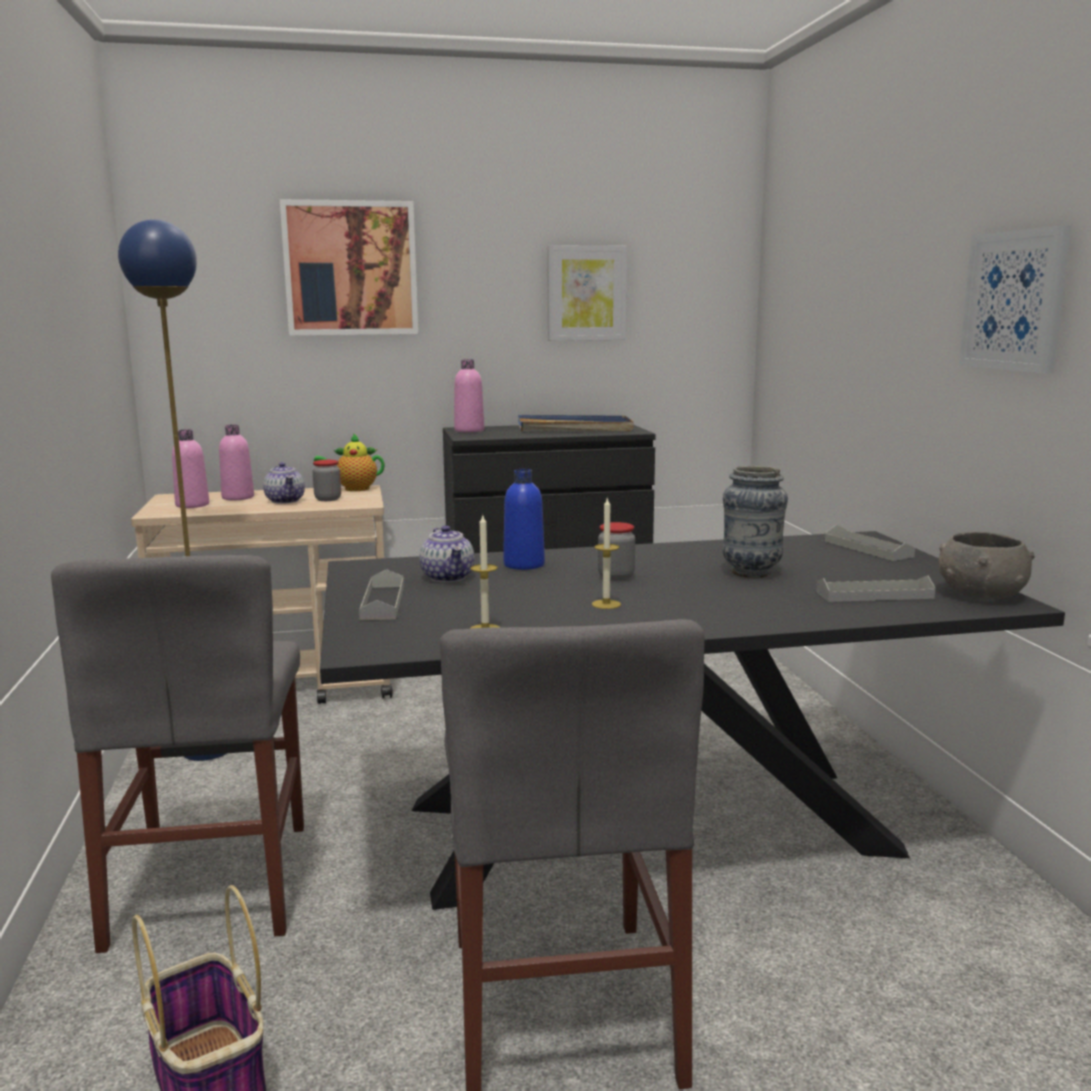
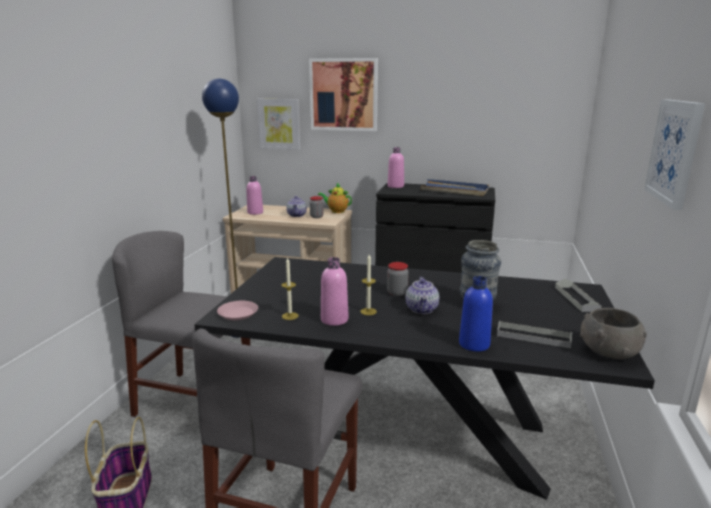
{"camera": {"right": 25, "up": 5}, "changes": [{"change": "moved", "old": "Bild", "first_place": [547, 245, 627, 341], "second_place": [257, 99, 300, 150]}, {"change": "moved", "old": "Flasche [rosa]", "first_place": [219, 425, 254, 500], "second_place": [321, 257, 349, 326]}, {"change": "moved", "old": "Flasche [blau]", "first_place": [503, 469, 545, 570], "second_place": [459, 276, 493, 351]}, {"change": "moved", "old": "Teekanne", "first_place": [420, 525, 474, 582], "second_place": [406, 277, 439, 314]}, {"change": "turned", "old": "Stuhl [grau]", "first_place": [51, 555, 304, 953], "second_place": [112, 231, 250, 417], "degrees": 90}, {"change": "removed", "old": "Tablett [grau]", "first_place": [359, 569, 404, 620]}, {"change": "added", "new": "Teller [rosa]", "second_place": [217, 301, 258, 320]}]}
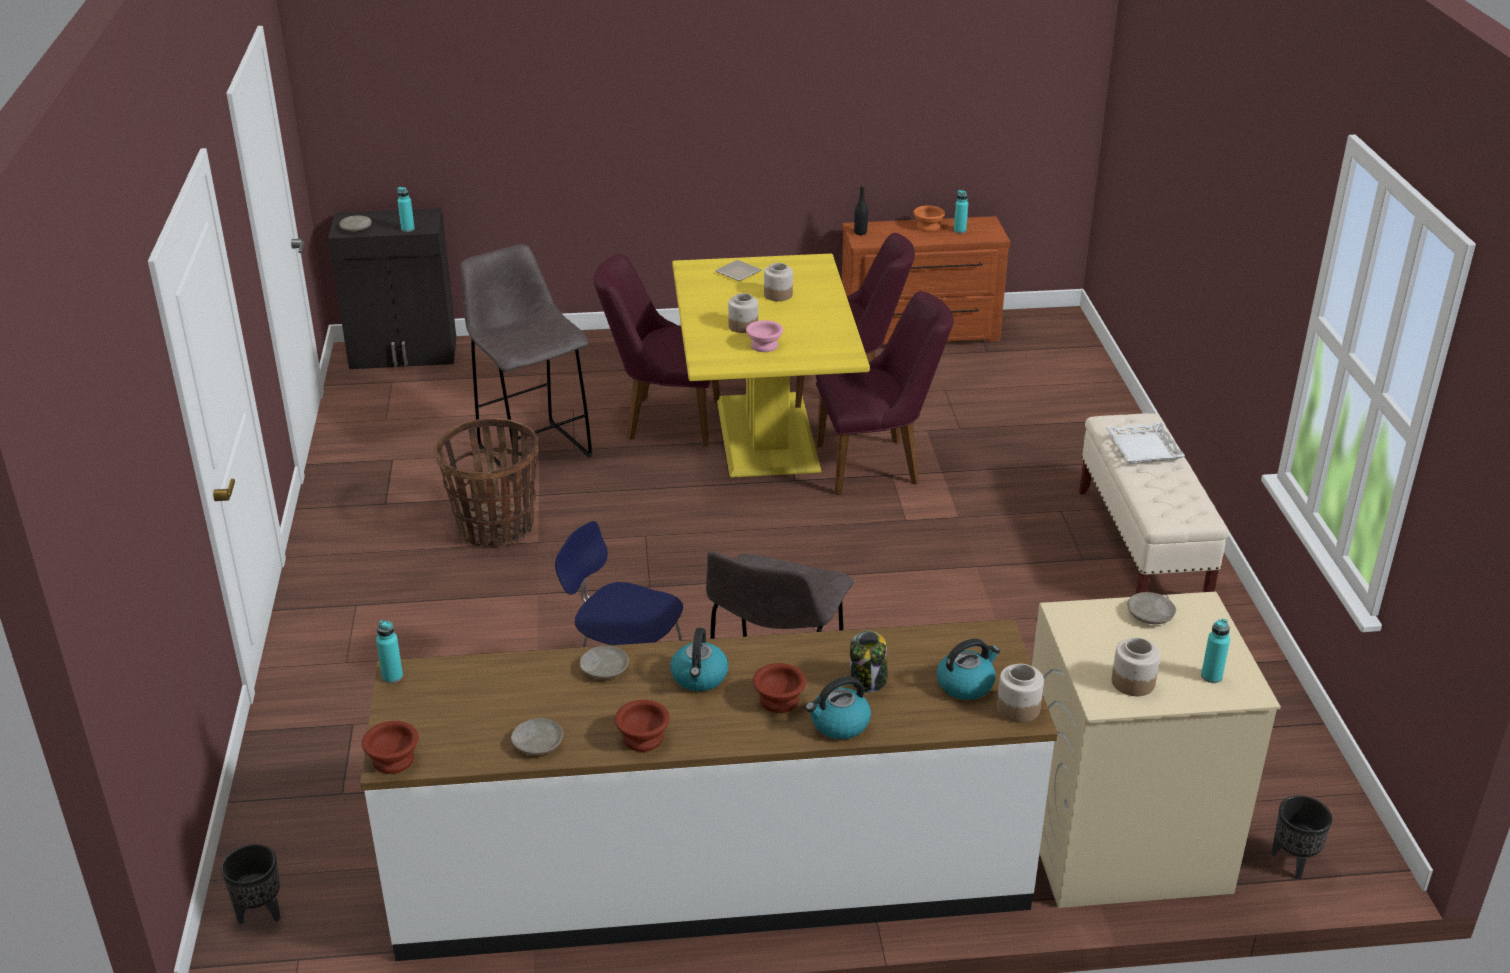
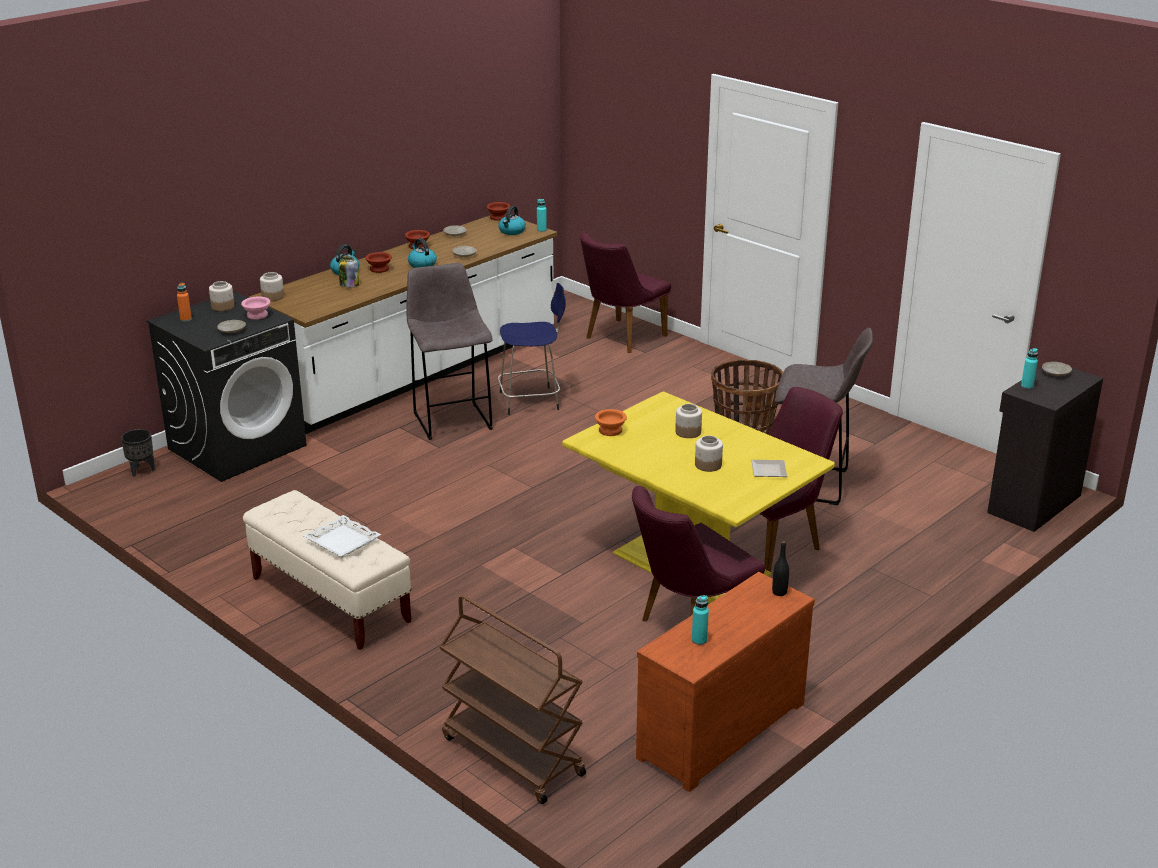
{"camera": {"right": 140, "up": -5}, "changes": [{"change": "moved", "old": "Schüssel [orange]", "first_place": [913, 205, 945, 232], "second_place": [595, 409, 627, 436]}, {"change": "moved", "old": "Stuhl [lila]", "first_place": [816, 291, 954, 495], "second_place": [580, 233, 671, 353]}, {"change": "moved", "old": "Schüssel [rosa]", "first_place": [746, 320, 783, 352], "second_place": [241, 297, 270, 320]}, {"change": "recoloured", "old": "Waschmaschine [beige]", "new": "Waschmaschine [schwarz]", "first_place": [1032, 592, 1281, 908], "second_place": [147, 291, 307, 482]}, {"change": "recoloured", "old": "Flasche [türkis]", "new": "Flasche [orange]", "first_place": [1201, 619, 1230, 683], "second_place": [177, 283, 192, 322]}, {"change": "moved", "old": "Wasserkessel", "first_place": [937, 638, 1000, 700], "second_place": [498, 206, 526, 235]}, {"change": "removed", "old": "Pflanzkübel [schwarz]", "first_place": [221, 844, 281, 925]}, {"change": "added", "new": "Rollwagen [braun]", "second_place": [439, 595, 586, 804]}]}
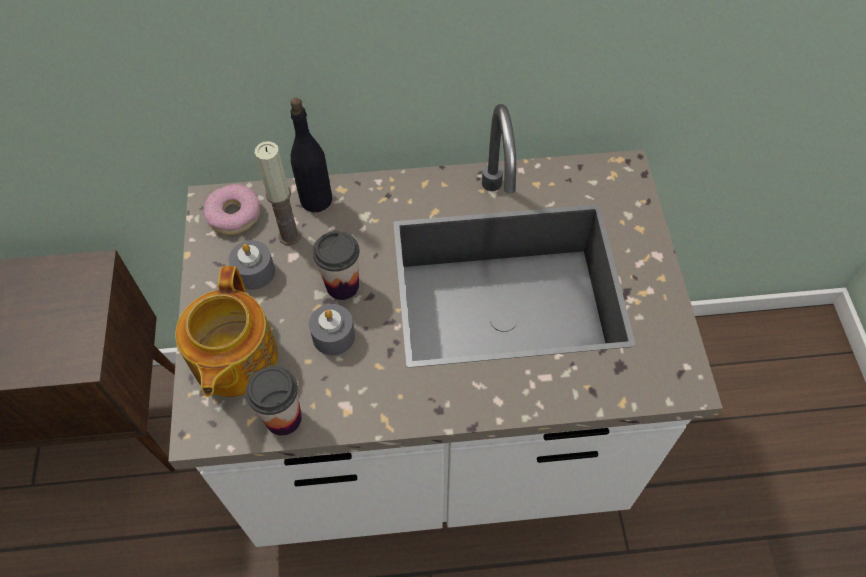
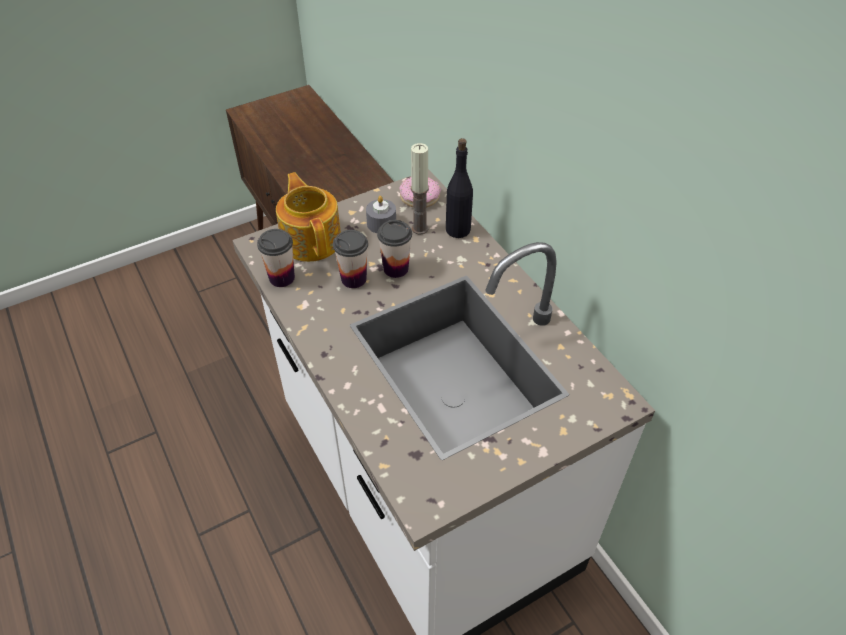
{"camera": {"right": 65, "up": -10}, "changes": [{"change": "turned", "old": "Teekanne", "first_place": [175, 266, 278, 397], "second_place": [276, 172, 341, 262], "degrees": 90}, {"change": "replaced", "old": "Kerze [grau]", "new": "Tasse", "first_place": [309, 304, 355, 355], "second_place": [333, 230, 368, 288]}]}
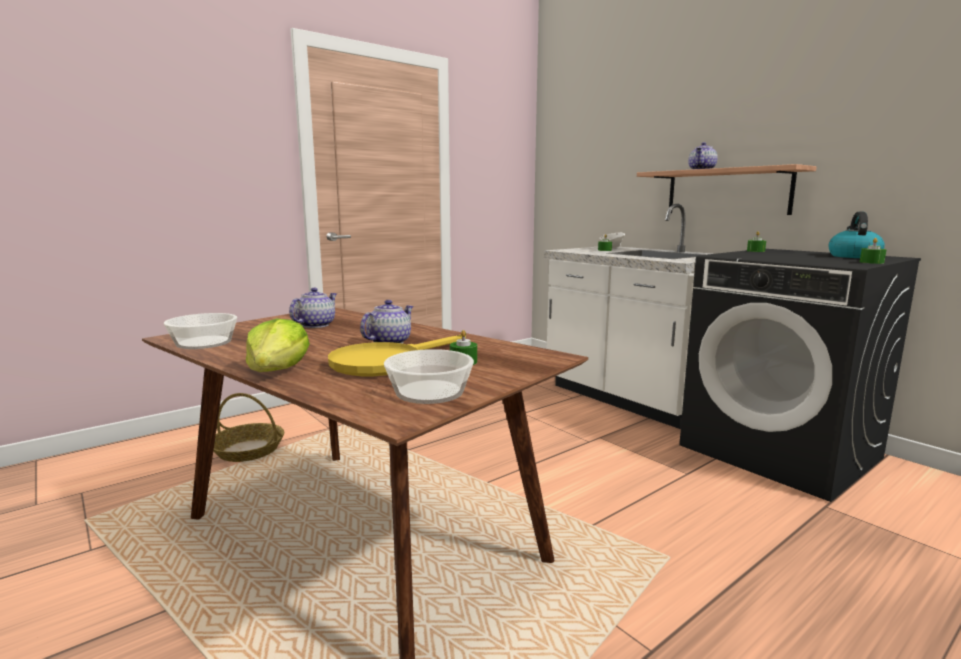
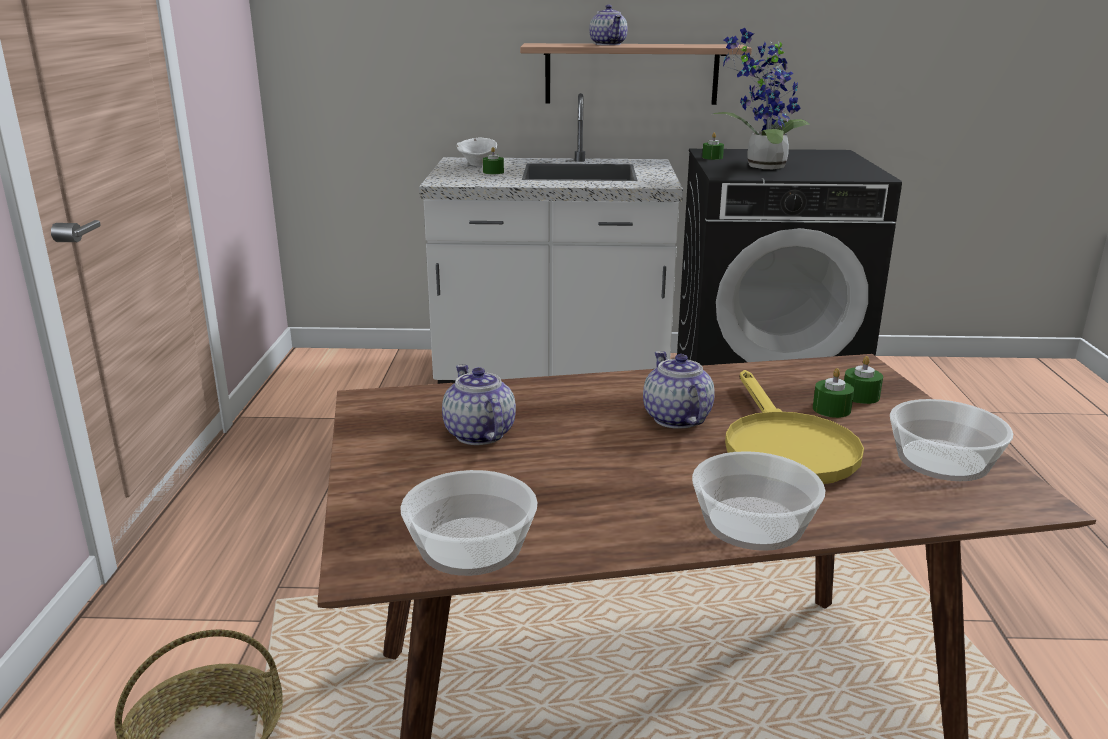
{"camera": {"right": -50, "up": 10}, "changes": [{"change": "removed", "old": "Wasserkessel", "first_place": [828, 212, 885, 258]}, {"change": "moved", "old": "Kerze [grün]", "first_place": [860, 238, 886, 264], "second_place": [844, 356, 883, 404]}, {"change": "replaced", "old": "Salatkopf", "new": "Schüssel", "first_place": [246, 318, 310, 372], "second_place": [692, 451, 825, 551]}, {"change": "added", "new": "Topfpflanze", "second_place": [711, 28, 809, 169]}]}
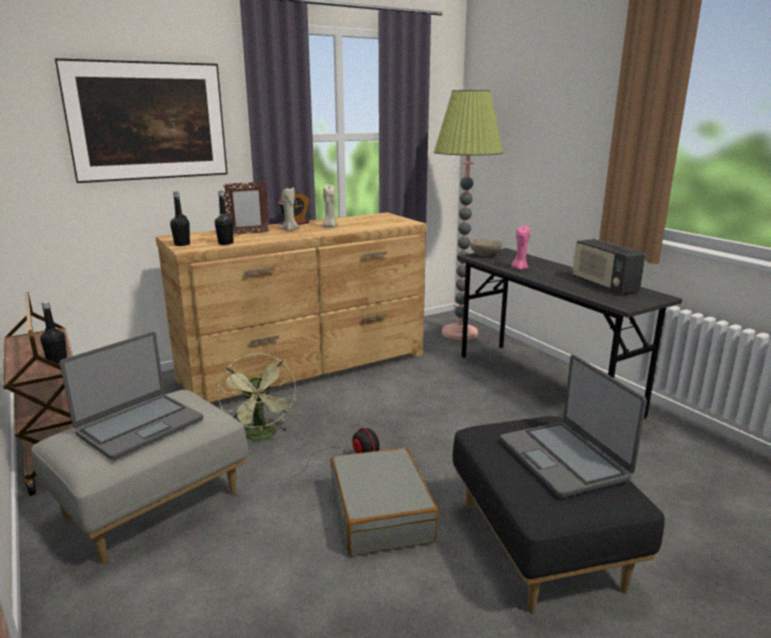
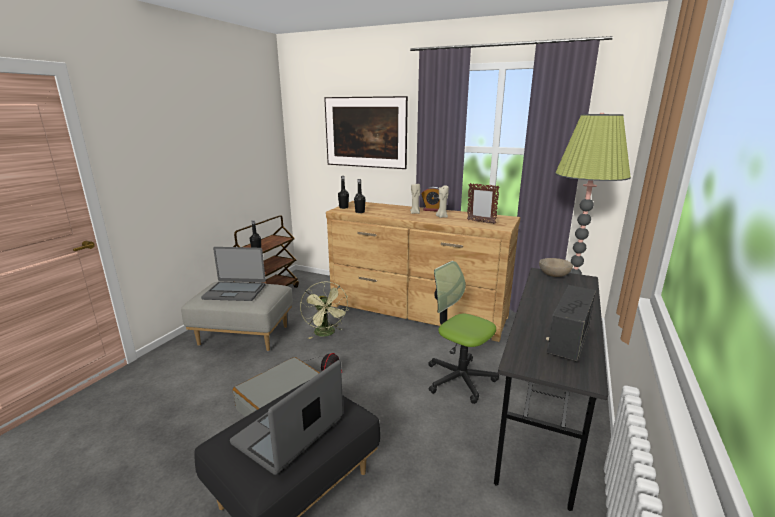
{"camera": {"right": 55, "up": 0}, "changes": [{"change": "moved", "old": "Bilderrahmen", "first_place": [223, 181, 269, 234], "second_place": [467, 183, 500, 224]}, {"change": "removed", "old": "Kerze [rosa]", "first_place": [511, 225, 530, 270]}, {"change": "turned", "old": "Ventilator [grün]", "first_place": [217, 353, 296, 440], "second_place": [300, 281, 349, 339], "degrees": -60}, {"change": "added", "new": "Bürostuhl", "second_place": [428, 261, 499, 404]}]}
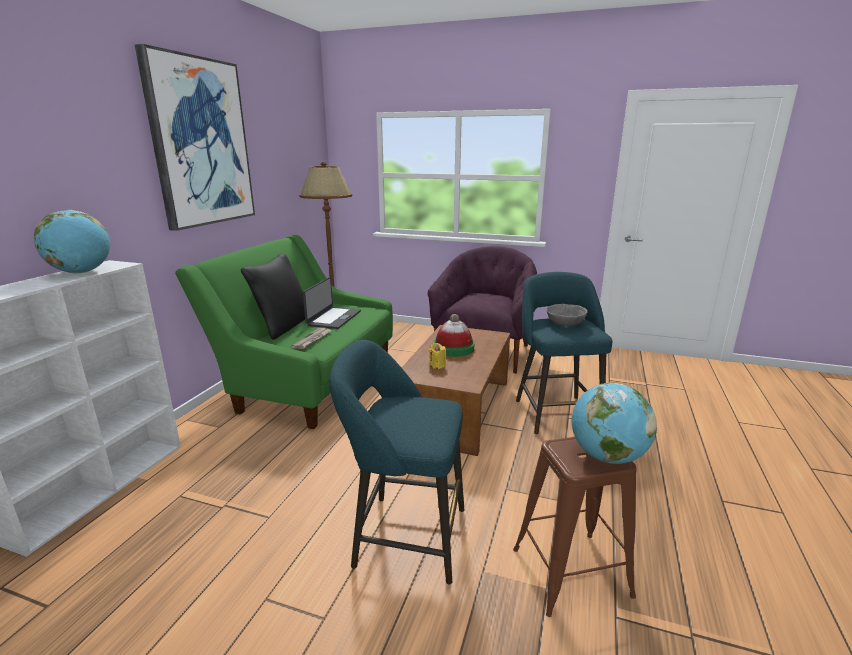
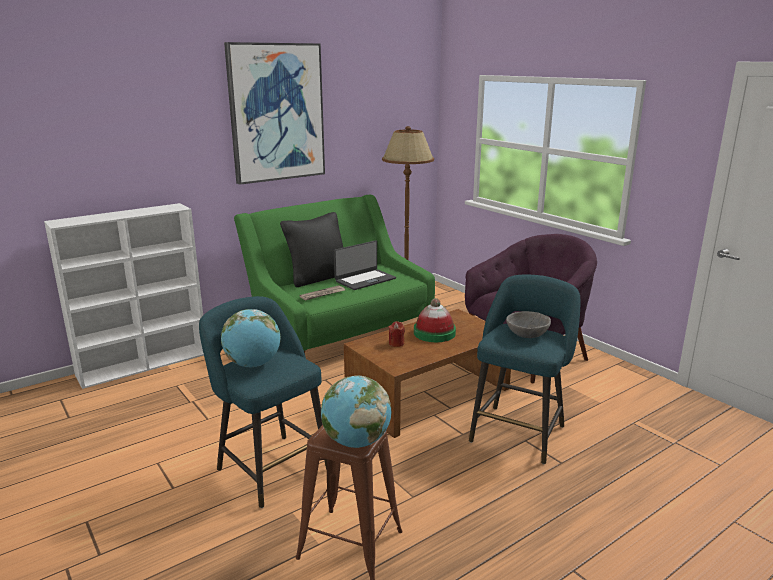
{"camera": {"right": 35, "up": 0}, "changes": [{"change": "moved", "old": "Globus", "first_place": [34, 210, 110, 274], "second_place": [221, 309, 281, 367]}, {"change": "recoloured", "old": "Kerze [gelb]", "new": "Kerze [rot]", "first_place": [429, 343, 446, 369], "second_place": [389, 321, 405, 347]}]}
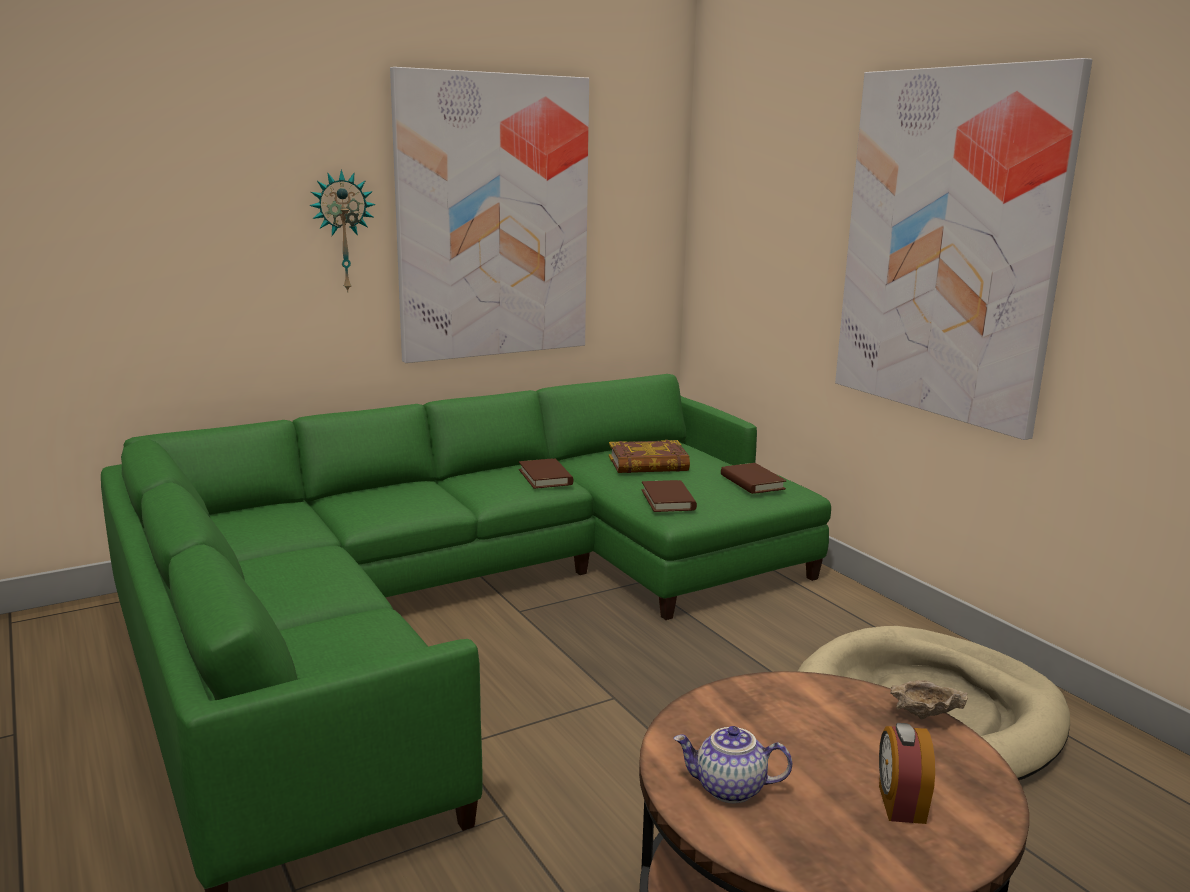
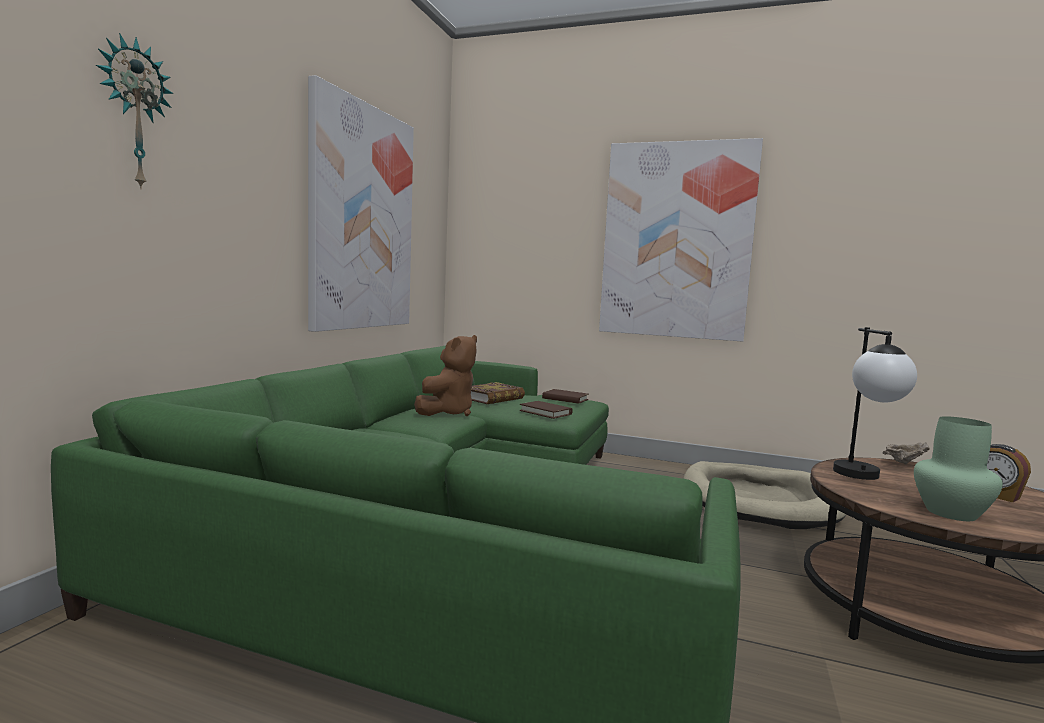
{"camera": {"right": -40, "up": -10}, "changes": [{"change": "moved", "old": "Wanduhr", "first_place": [309, 170, 376, 293], "second_place": [96, 33, 174, 189]}, {"change": "replaced", "old": "Buch [braun]", "new": "Plüschtier [braun]", "first_place": [519, 459, 574, 489], "second_place": [414, 335, 477, 416]}, {"change": "replaced", "old": "Teekanne", "new": "Vase [grün]", "first_place": [673, 726, 792, 803], "second_place": [914, 416, 1003, 521]}, {"change": "added", "new": "Tischlampe", "second_place": [833, 327, 917, 480]}]}
